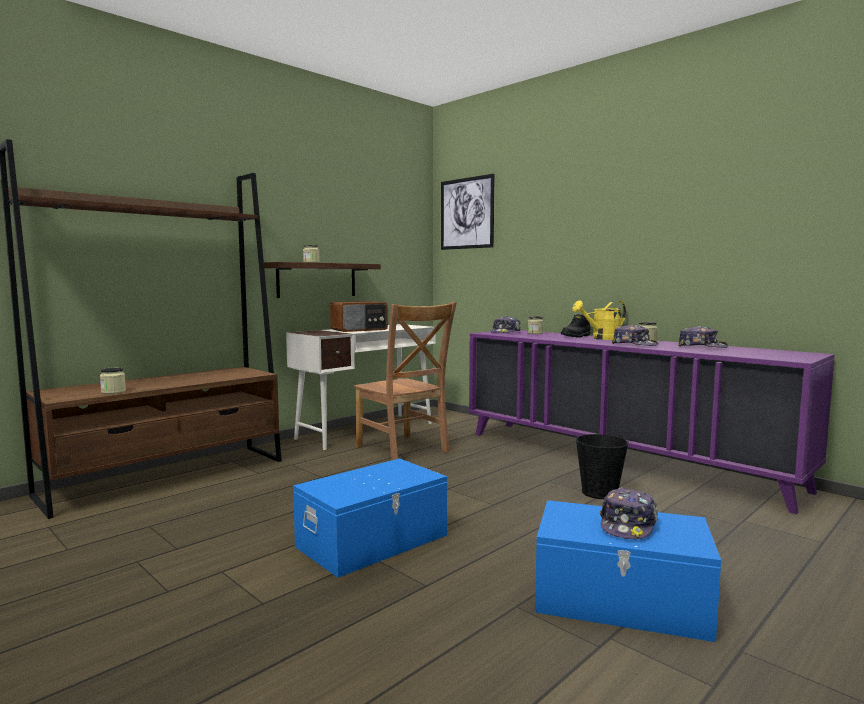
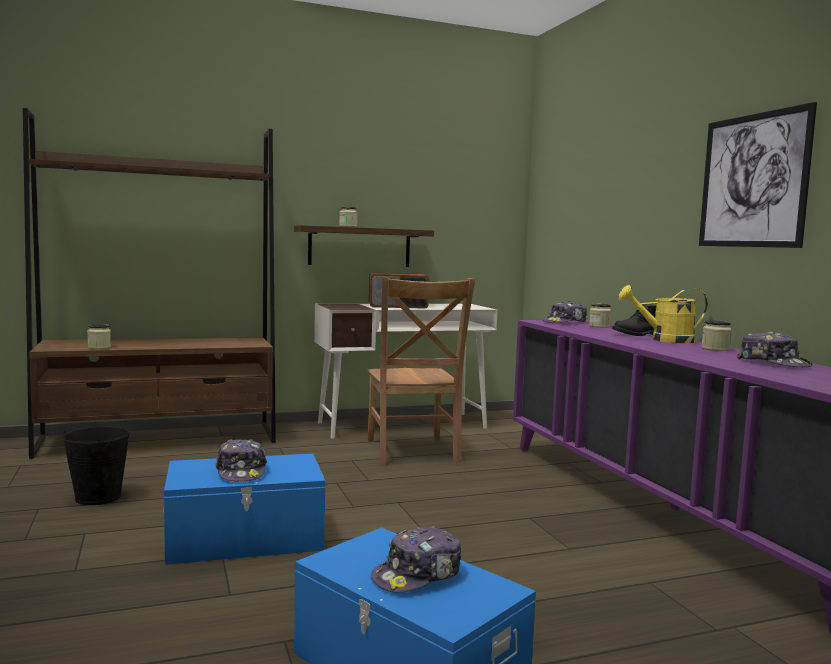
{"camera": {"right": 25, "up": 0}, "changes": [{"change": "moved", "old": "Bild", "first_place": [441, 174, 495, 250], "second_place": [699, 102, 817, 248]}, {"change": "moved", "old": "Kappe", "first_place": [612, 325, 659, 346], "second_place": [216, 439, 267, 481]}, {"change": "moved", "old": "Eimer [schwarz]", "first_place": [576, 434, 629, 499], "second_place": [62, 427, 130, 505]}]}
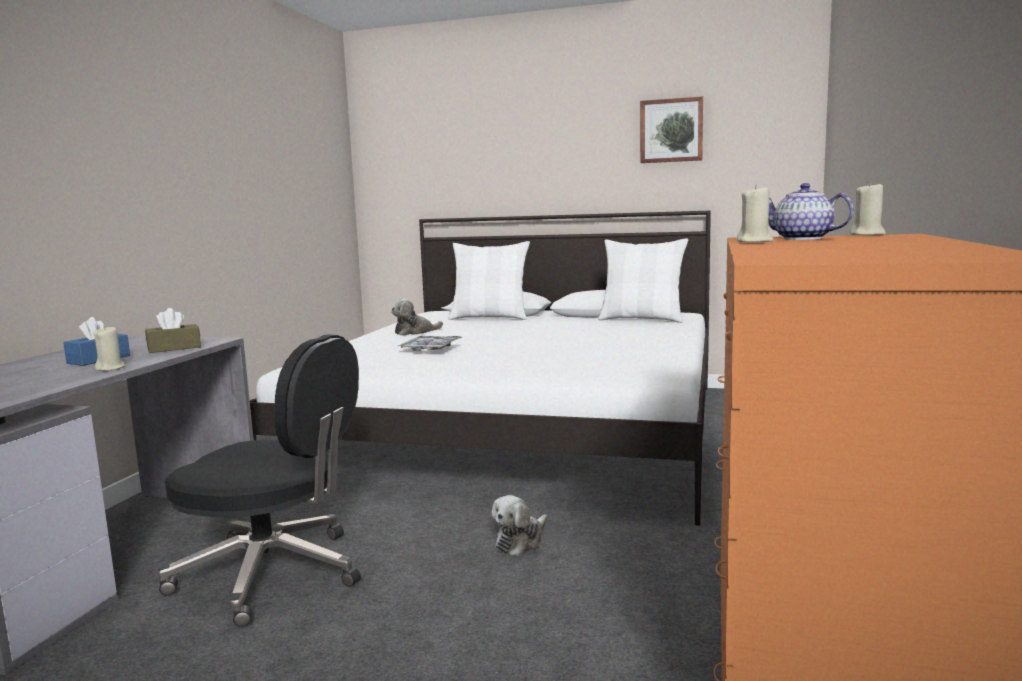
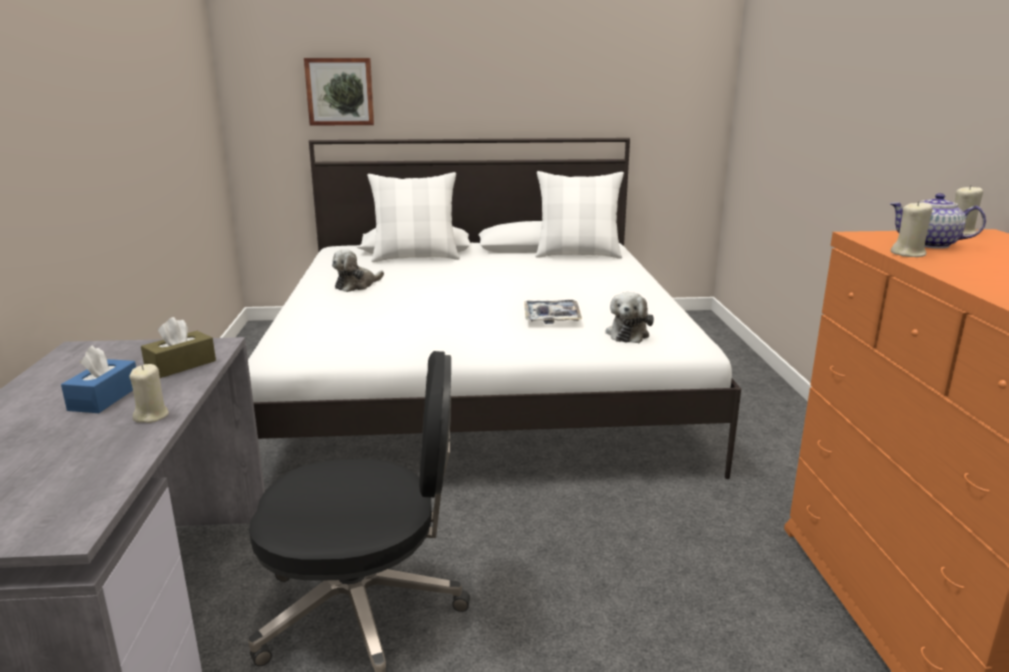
{"camera": {"right": -20, "up": 10}, "changes": [{"change": "moved", "old": "Bild", "first_place": [640, 96, 703, 163], "second_place": [304, 58, 374, 126]}, {"change": "moved", "old": "Tablett", "first_place": [398, 336, 463, 351], "second_place": [524, 300, 582, 324]}, {"change": "moved", "old": "Plüschtier", "first_place": [491, 495, 548, 557], "second_place": [605, 292, 654, 343]}]}
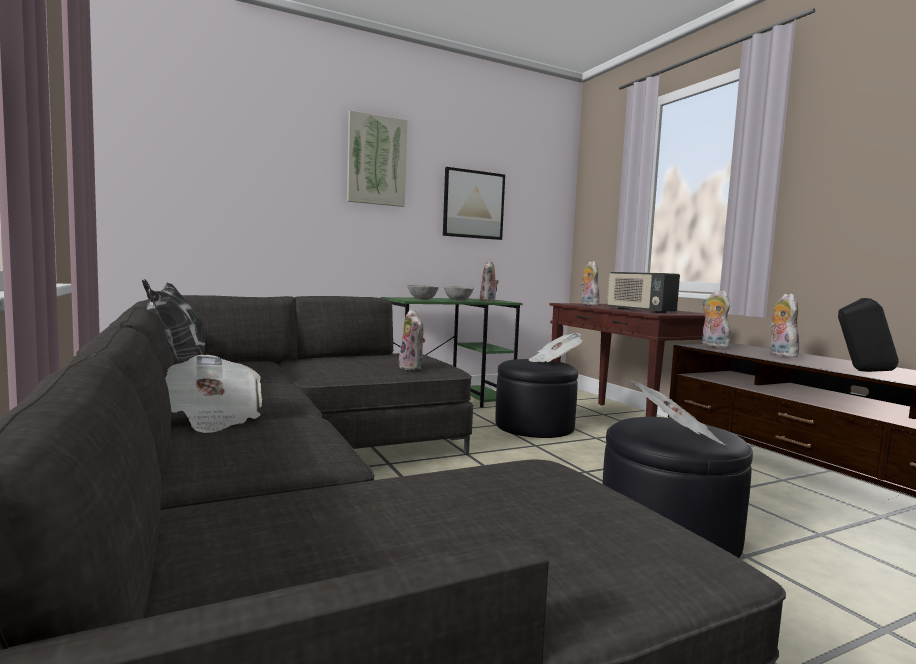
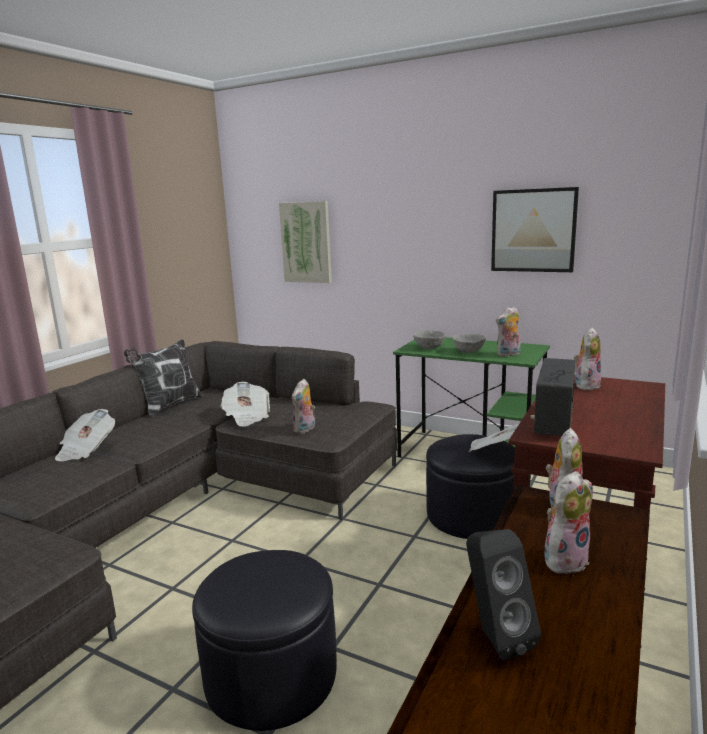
{"camera": {"right": 55, "up": 10}, "changes": [{"change": "moved", "old": "Bild", "first_place": [347, 110, 407, 207], "second_place": [279, 201, 332, 283]}, {"change": "moved", "old": "Zeitung", "first_place": [631, 380, 725, 445], "second_place": [220, 382, 270, 427]}]}
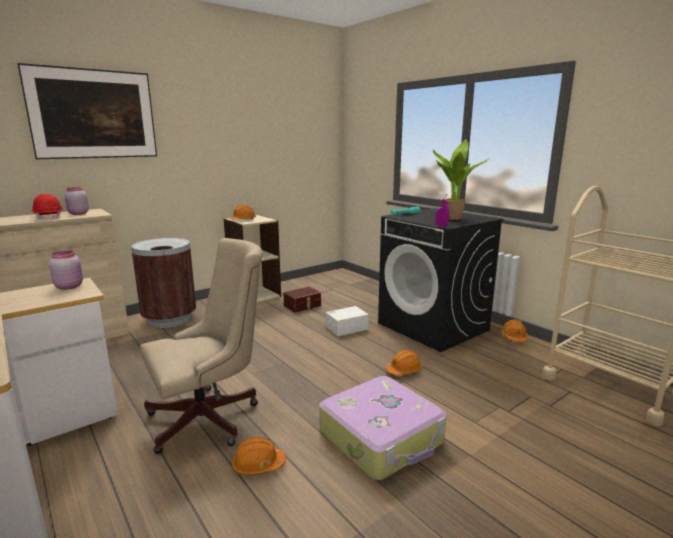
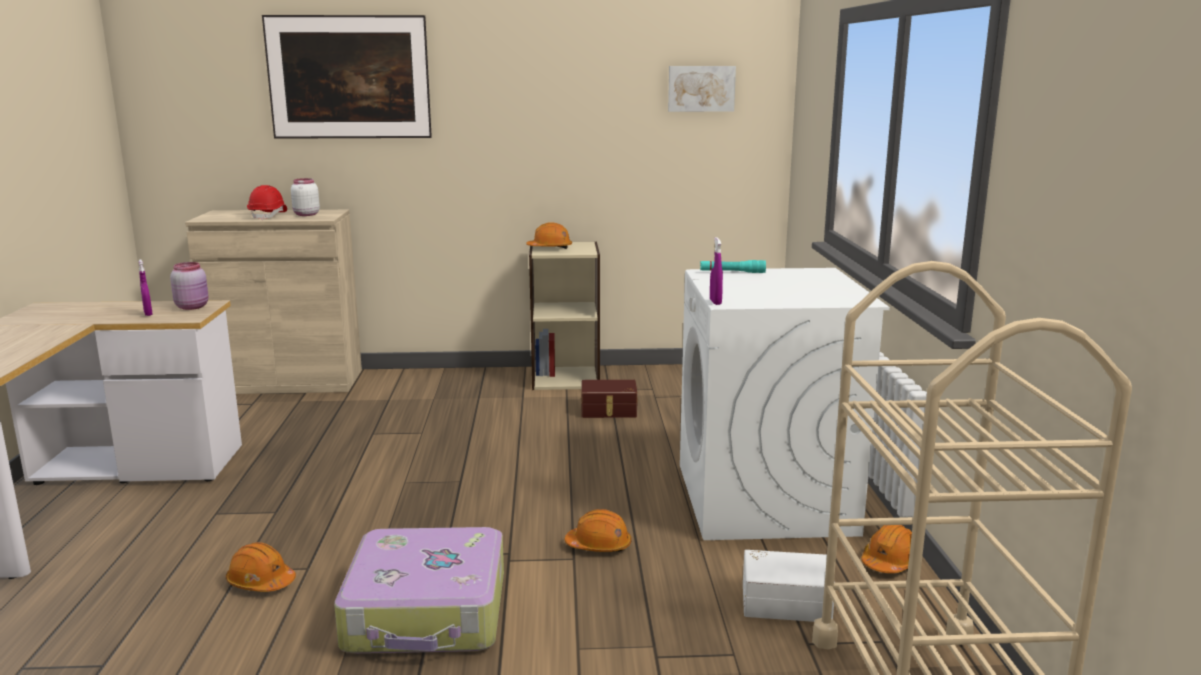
{"camera": {"right": 35, "up": 0}, "changes": [{"change": "removed", "old": "Topfpflanze", "first_place": [433, 139, 489, 220]}, {"change": "recoloured", "old": "Vorratsglas [rosa]", "new": "Vorratsglas [weiß]", "first_place": [65, 187, 89, 215], "second_place": [291, 178, 320, 216]}, {"change": "recoloured", "old": "Waschmaschine [schwarz]", "new": "Waschmaschine [weiß]", "first_place": [378, 208, 503, 352], "second_place": [680, 268, 890, 540]}, {"change": "removed", "old": "Mülleimer [braun]", "first_place": [131, 238, 196, 328]}, {"change": "removed", "old": "Bürostuhl [beige]", "first_place": [140, 238, 263, 454]}, {"change": "moved", "old": "Aufbewahrungsbox [weiß]", "first_place": [326, 306, 368, 336], "second_place": [743, 550, 834, 622]}, {"change": "added", "new": "Bild", "second_place": [668, 66, 736, 112]}, {"change": "added", "new": "Sprühflasche [lila]", "second_place": [139, 259, 153, 316]}]}
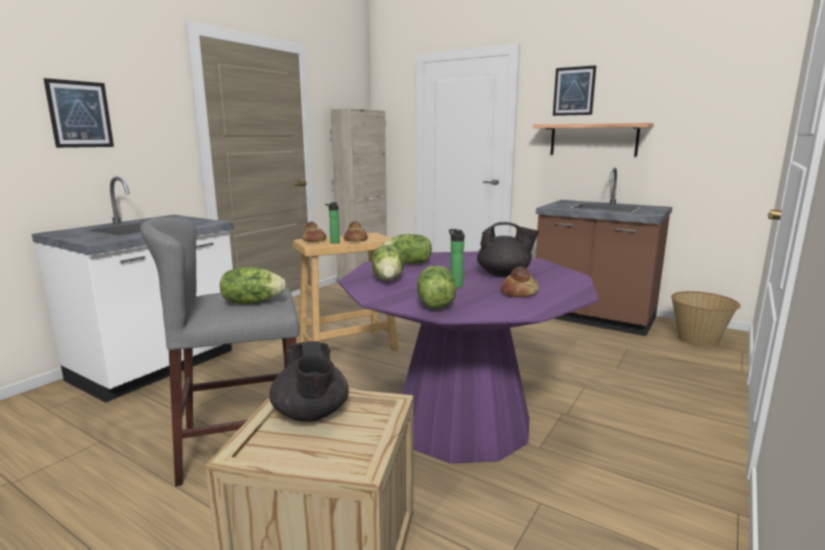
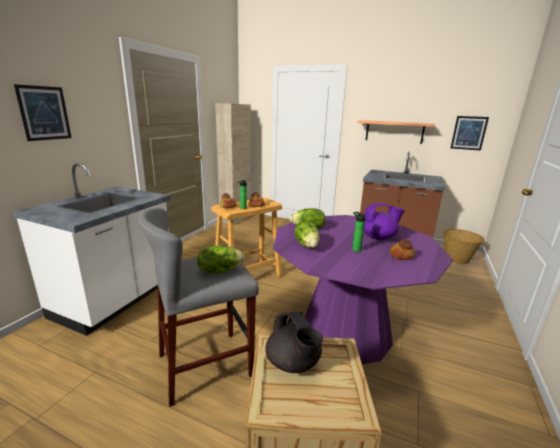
{"camera": {"right": -10, "up": 5}, "changes": [{"change": "moved", "old": "Bild", "first_place": [553, 65, 596, 116], "second_place": [451, 116, 489, 151]}, {"change": "recoloured", "old": "Teekanne [schwarz]", "new": "Teekanne [lila]", "first_place": [477, 222, 539, 277], "second_place": [364, 203, 405, 240]}, {"change": "removed", "old": "Salatkopf", "first_place": [417, 265, 456, 308]}]}
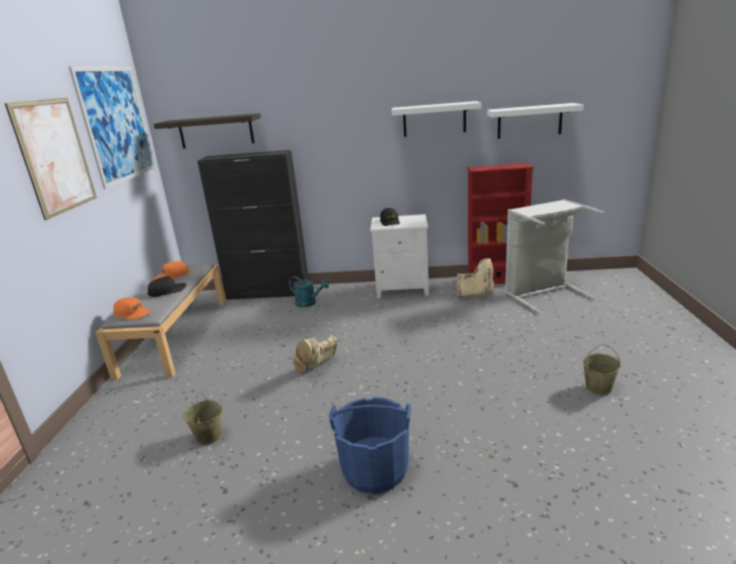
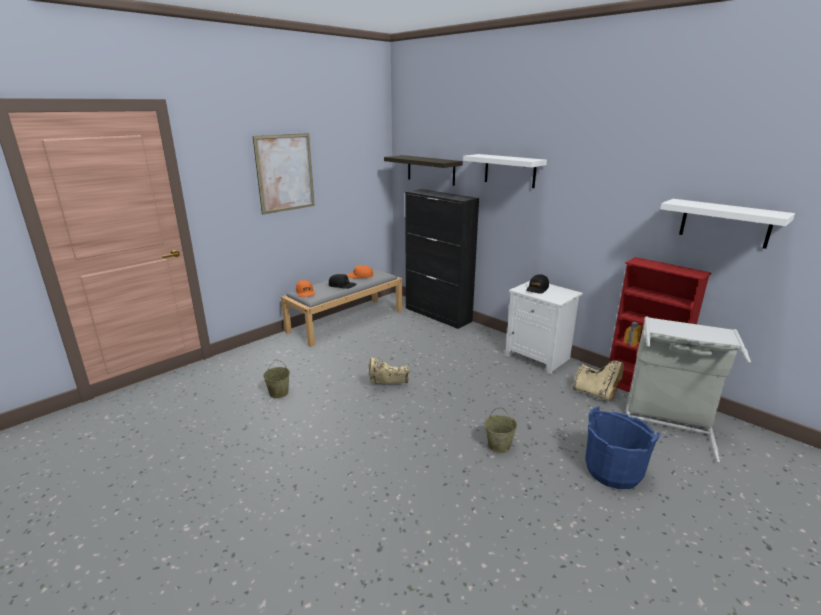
{"camera": {"right": 40, "up": 0}, "changes": [{"change": "removed", "old": "Bild", "first_place": [69, 66, 155, 189]}, {"change": "moved", "old": "Wandregal [weiß]", "first_place": [392, 101, 481, 137], "second_place": [463, 154, 547, 188]}, {"change": "removed", "old": "Gießkanne [türkis]", "first_place": [289, 276, 329, 307]}, {"change": "moved", "old": "Eimer [beige]", "first_place": [583, 344, 621, 395], "second_place": [485, 408, 517, 453]}, {"change": "moved", "old": "Eimer [blau]", "first_place": [329, 397, 412, 494], "second_place": [585, 406, 661, 489]}]}
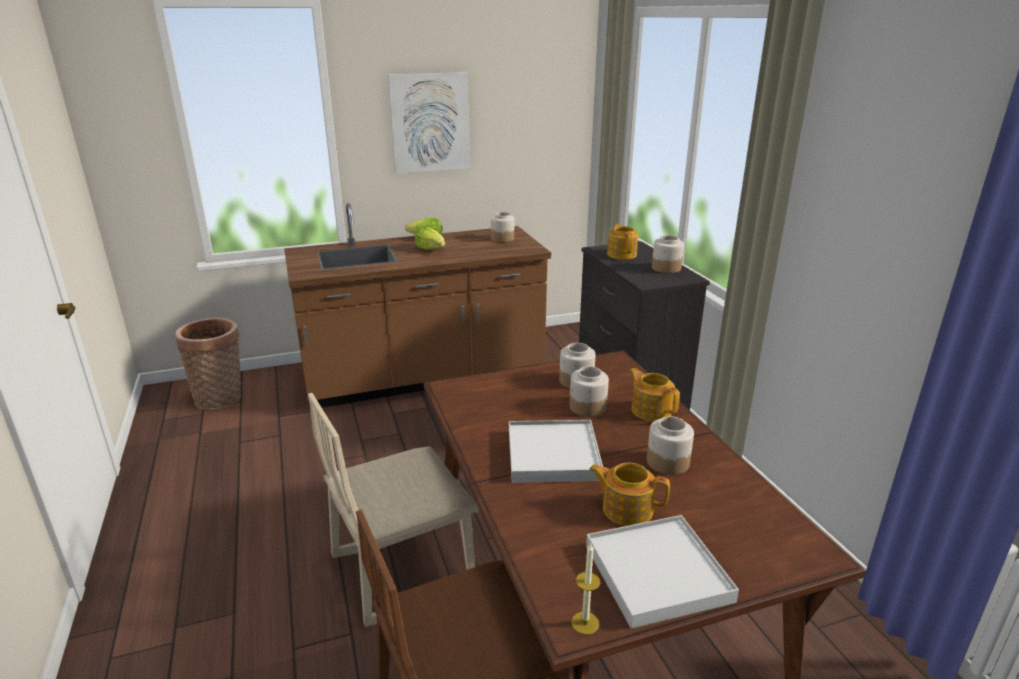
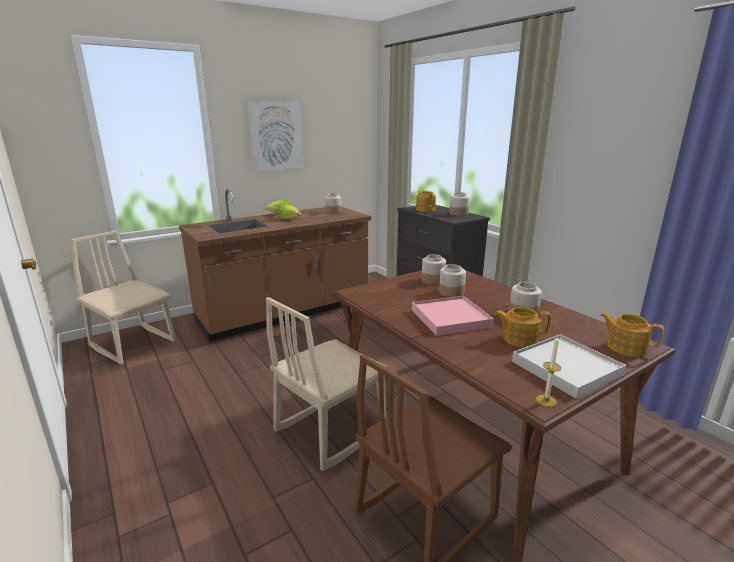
{"camera": {"right": -15, "up": -5}, "changes": [{"change": "replaced", "old": "Korb", "new": "Stuhl [beige]", "first_place": [175, 317, 241, 410], "second_place": [71, 230, 176, 365]}, {"change": "moved", "old": "Teekanne", "first_place": [629, 368, 680, 422], "second_place": [600, 312, 664, 357]}, {"change": "recoloured", "old": "Tablett [weiß]", "new": "Tablett [rosa]", "first_place": [509, 420, 603, 483], "second_place": [412, 296, 494, 336]}]}
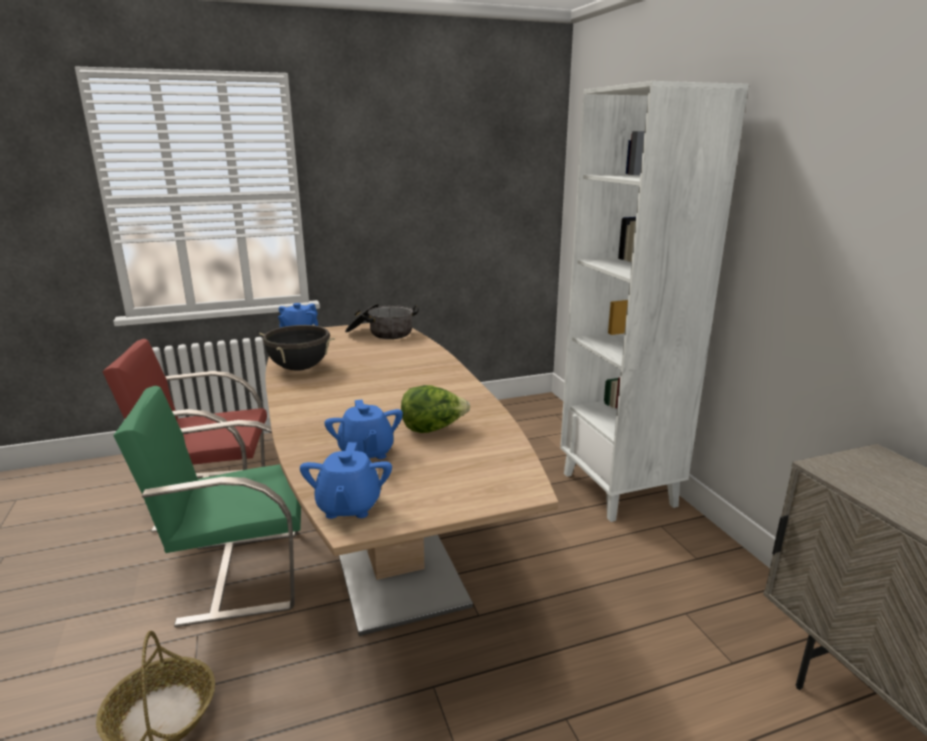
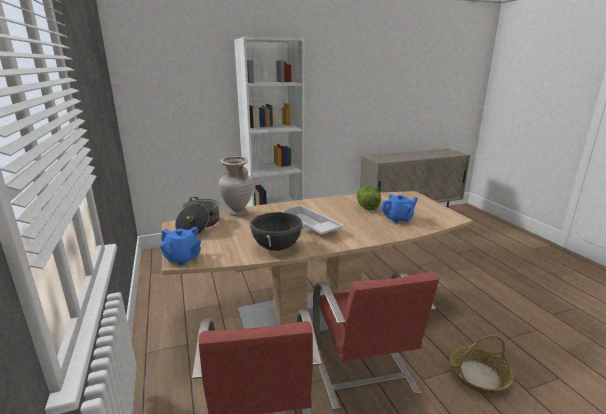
{"camera": {"right": -90, "up": 0}, "changes": [{"change": "recoloured", "old": "Stuhl [grün]", "new": "Stuhl [rot]", "first_place": [113, 386, 301, 627], "second_place": [313, 272, 439, 410]}, {"change": "removed", "old": "Teekanne [blau]", "first_place": [300, 442, 392, 519]}, {"change": "added", "new": "Vase [beige]", "second_place": [218, 156, 253, 216]}, {"change": "added", "new": "Tablett [weiß]", "second_place": [280, 205, 344, 234]}]}
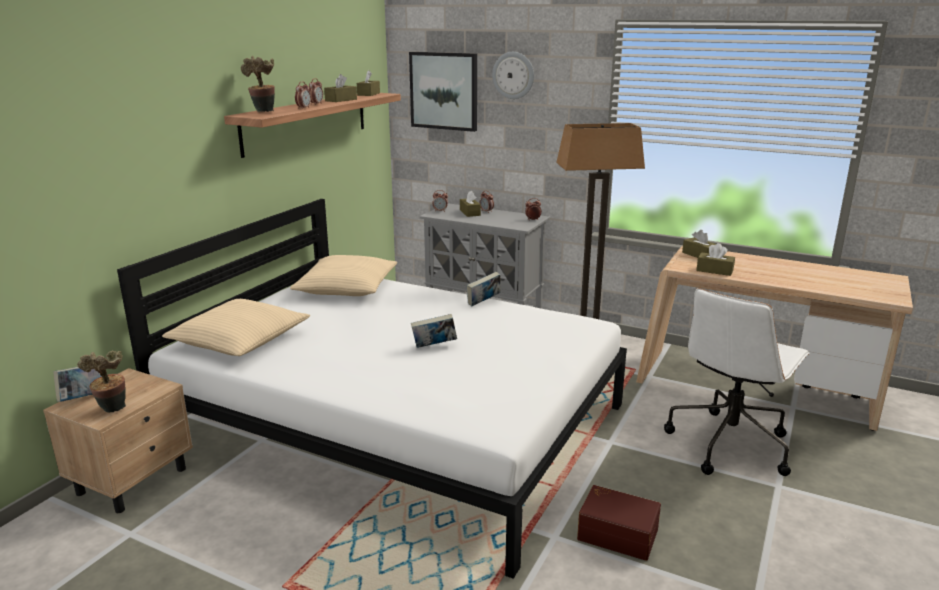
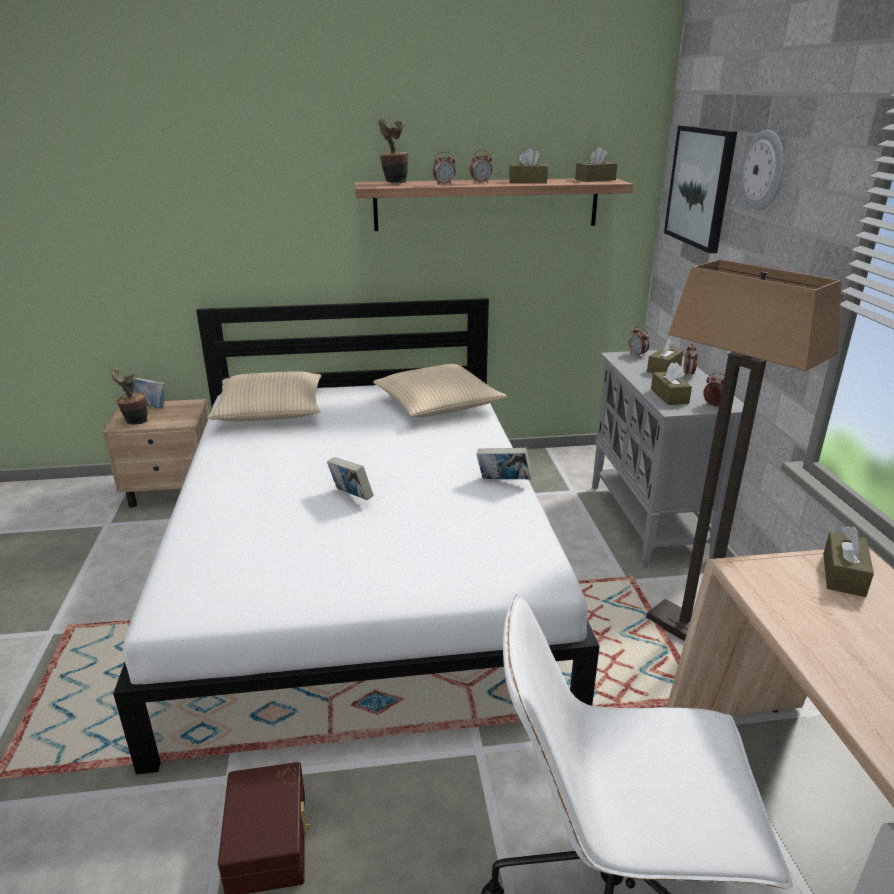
{"camera": {"right": 55, "up": 5}, "changes": [{"change": "moved", "old": "Taschentuchbox [braun]", "first_place": [696, 243, 735, 276], "second_place": [651, 362, 692, 405]}]}
